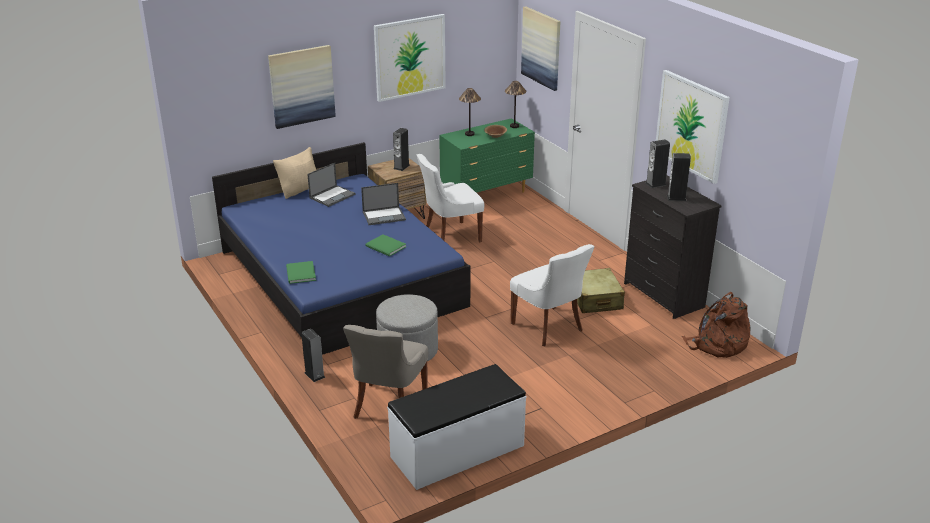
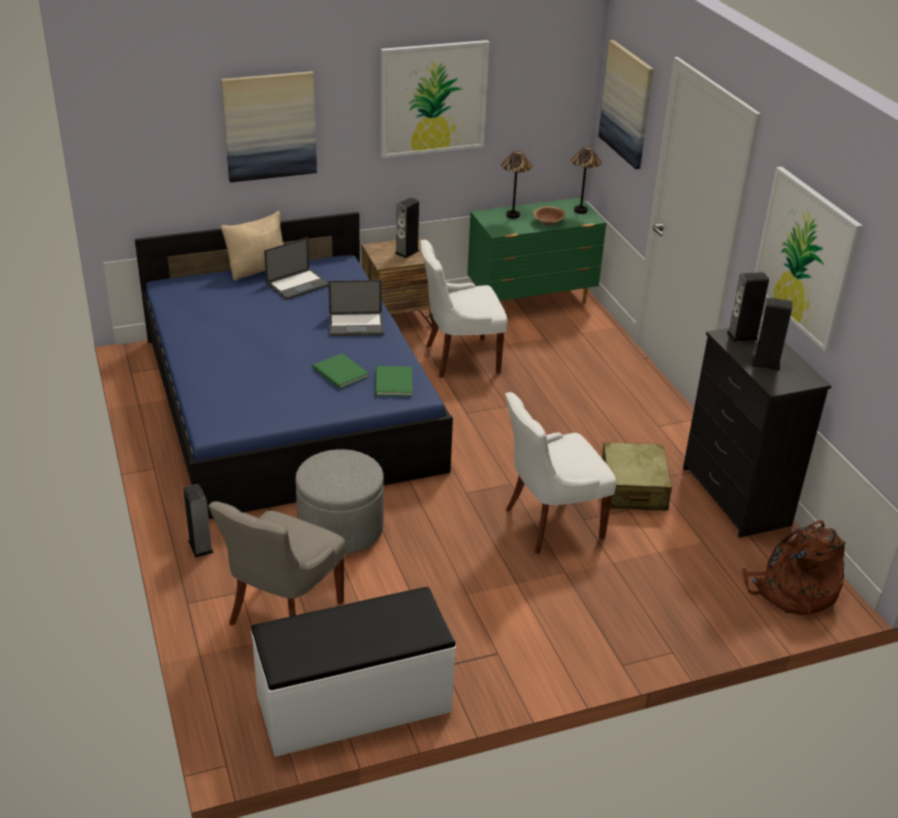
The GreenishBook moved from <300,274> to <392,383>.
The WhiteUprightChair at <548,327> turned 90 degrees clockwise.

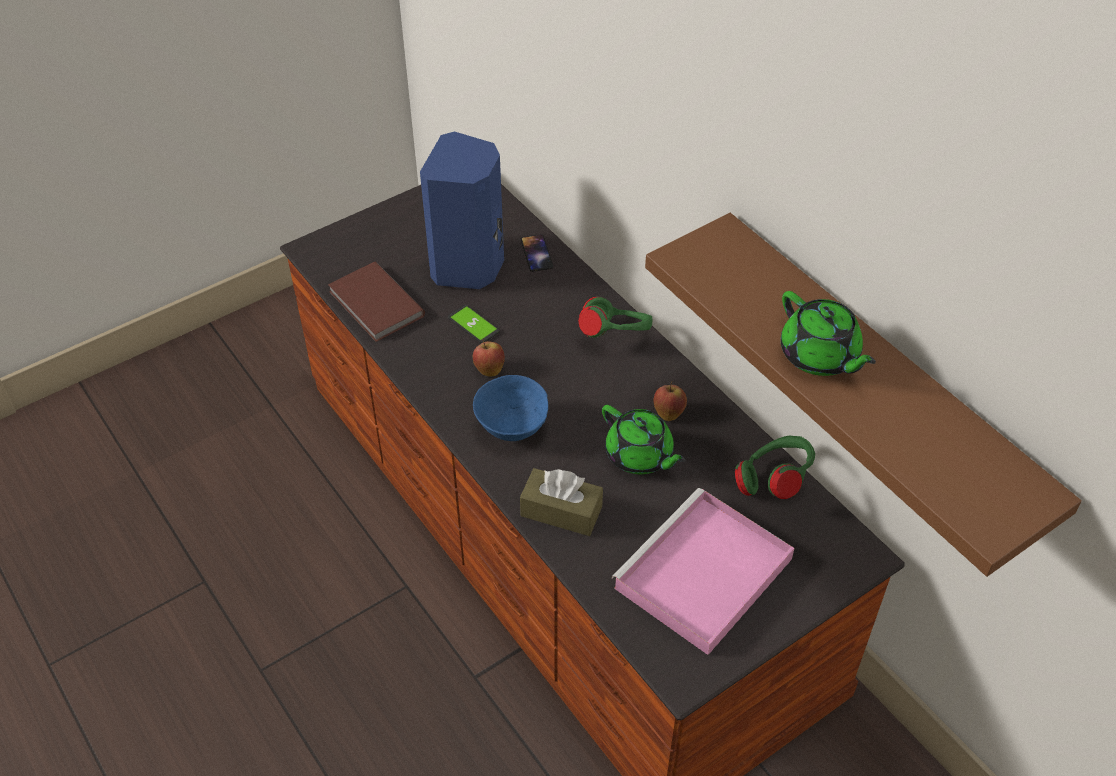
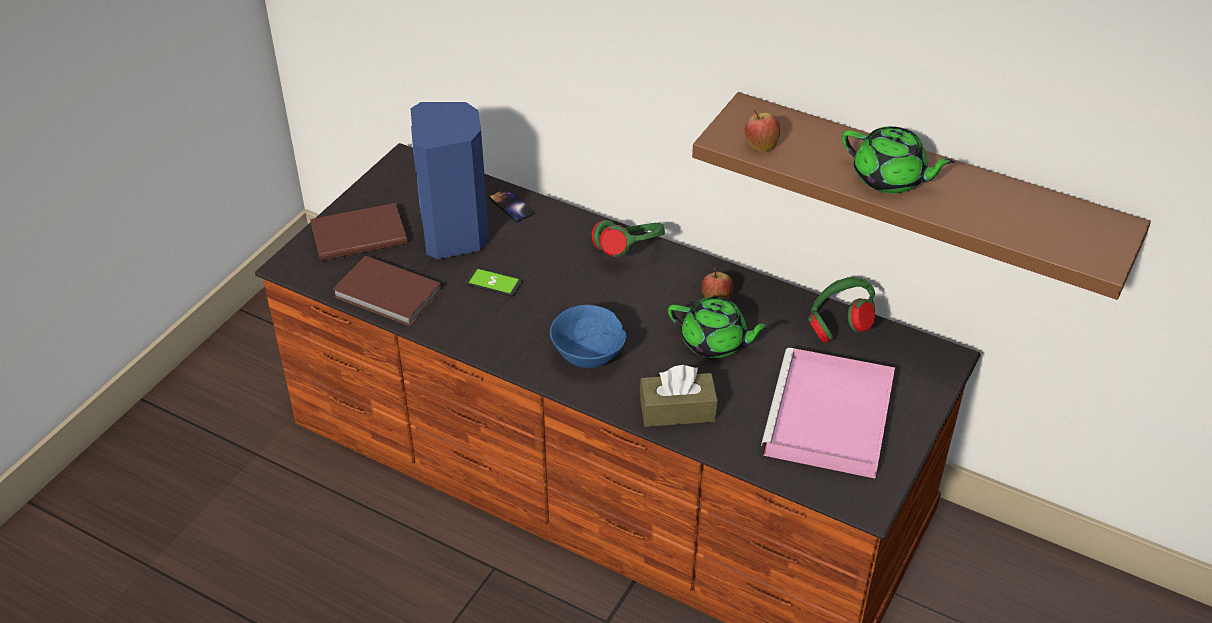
The BrownBook at <357,234> appeared.
The WholeApple moved from <489,369> to <760,146>.

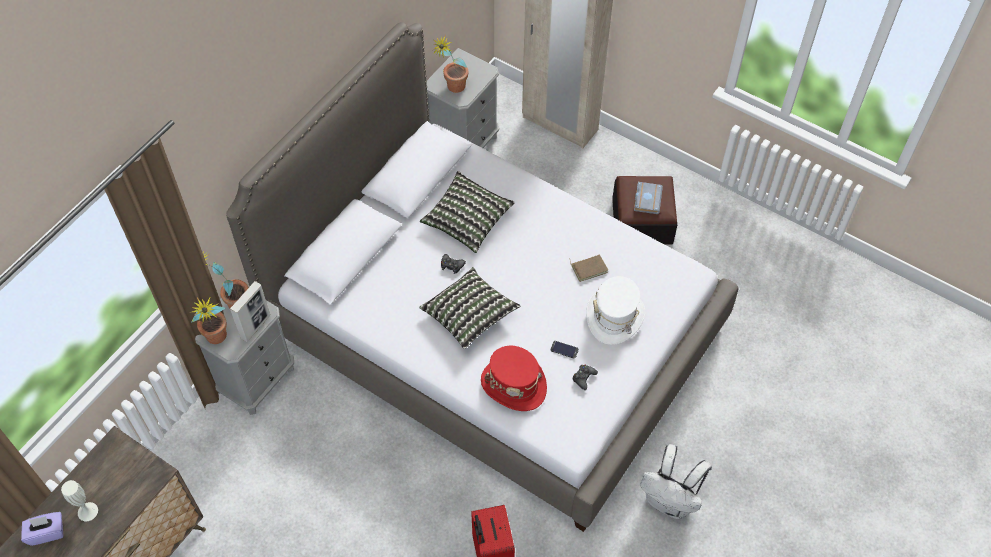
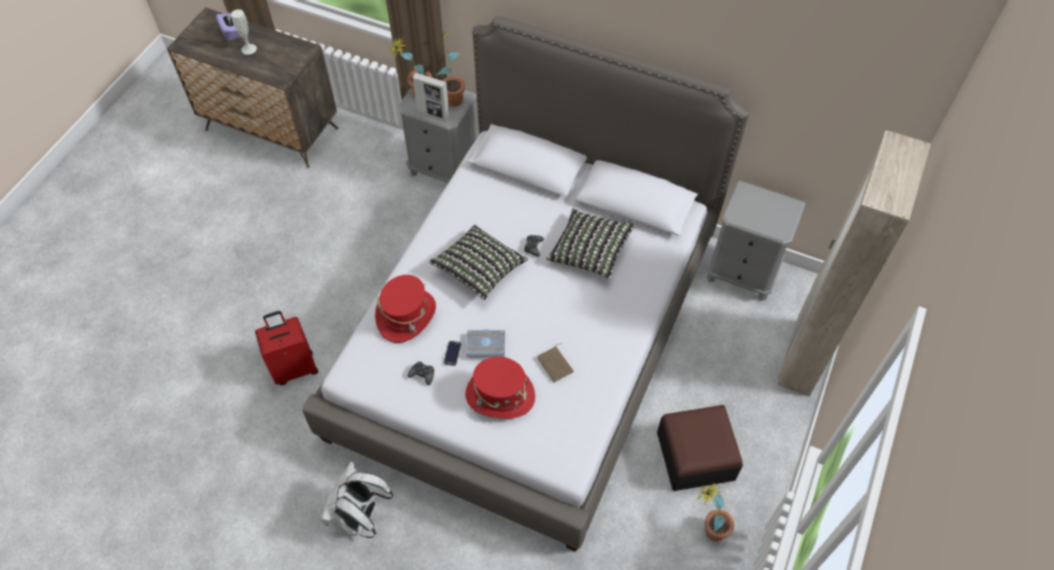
The WhiteWearableHat at <615,317> became the RedColouredWearableHat at <500,395>.
The GreyBook moved from <646,199> to <486,345>.
The Houseplant moved from <452,89> to <709,528>.

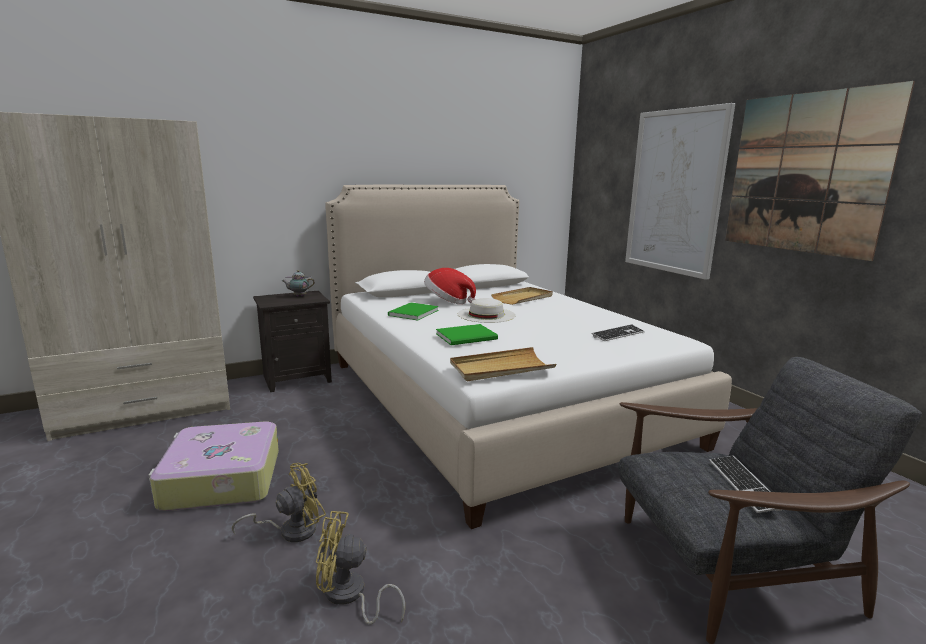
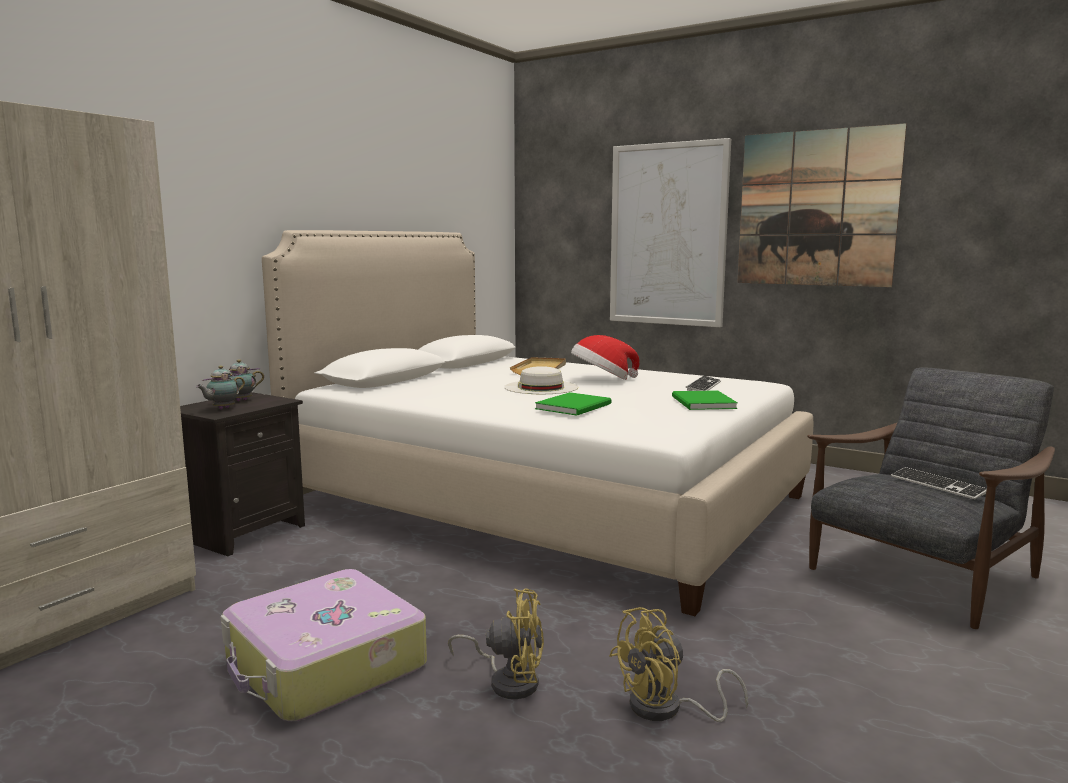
The PotForTea at <222,409> appeared.
The YellowishCoolingFan at <291,530> turned 75 degrees clockwise.
The WearableHat moved from <448,301> to <602,380>.
The GreenishBook moved from <412,313> to <702,403>.
The SandColouredCarryingTray at <501,368> disappeared.

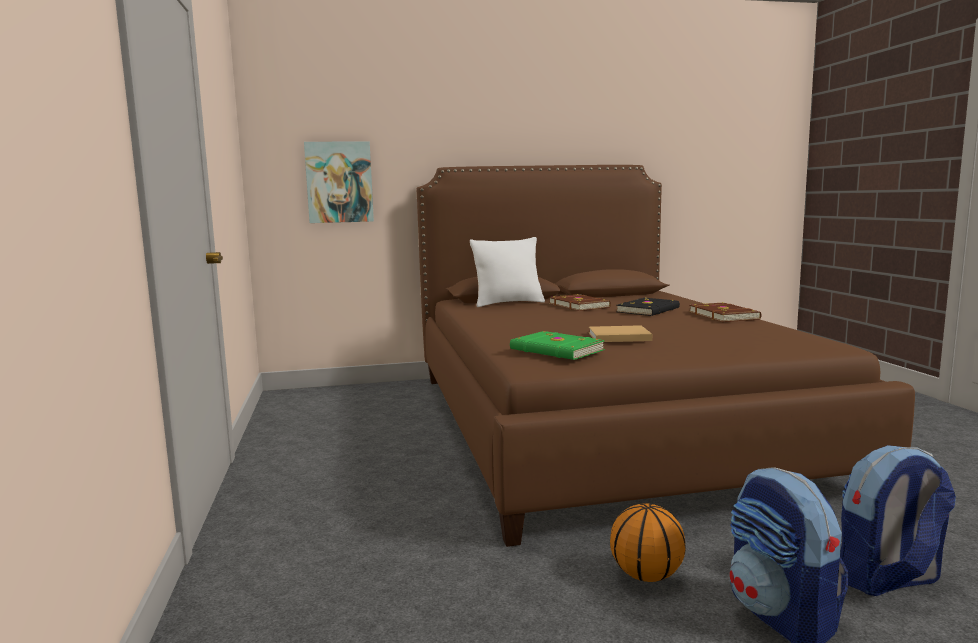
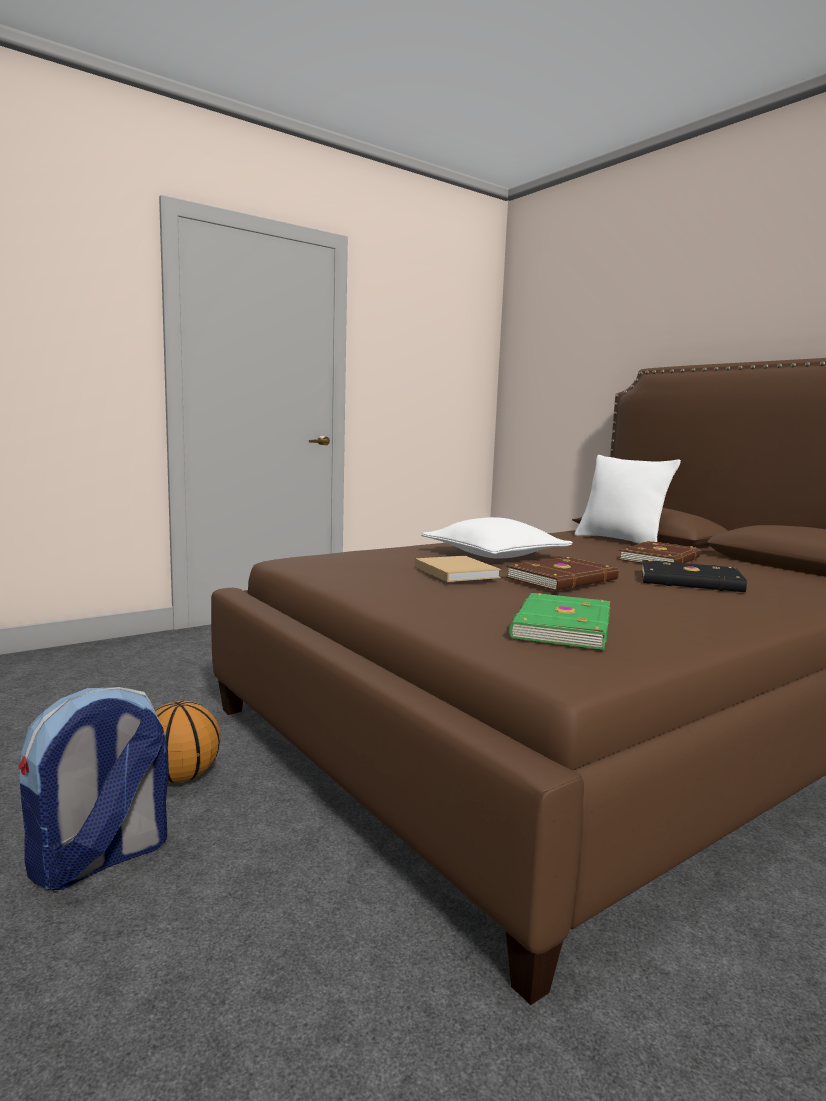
The WhitePillow at <494,555> appeared.
The BrownBook moved from <724,315> to <564,579>.
The GreenishBook moved from <556,350> to <559,626>.
The WallArt at <339,182> disappeared.
The Rucksack at <888,580> disappeared.

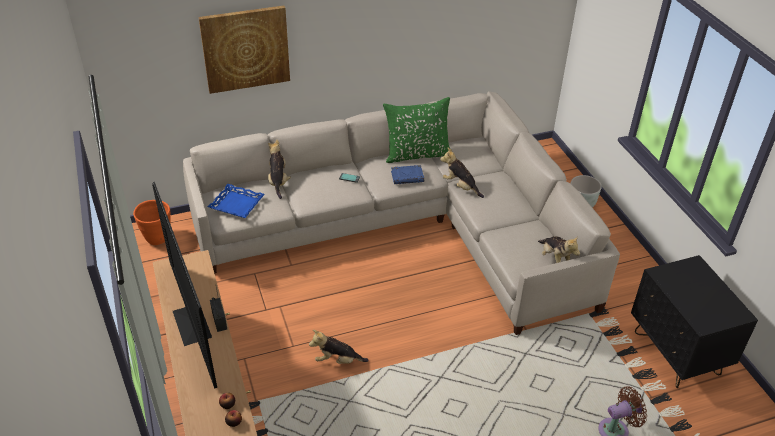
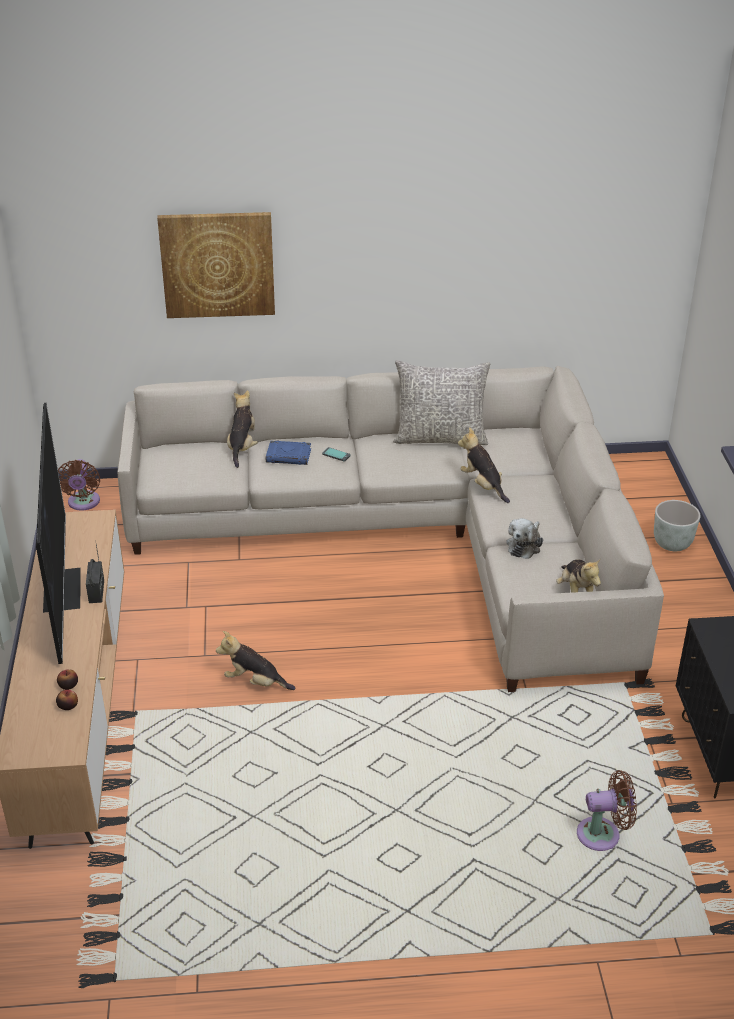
The OrangeFlowerPot at <158,238> was replaced by the BrownCoolingFan at <83,503>.
The BlueColouredBook moved from <407,177> to <289,456>.
The GreenishPillow at <417,154> became the GreyPillow at <440,437>.
The SoftToy at <524,545> appeared.
The BlueColouredCarryingTray at <237,204> disappeared.

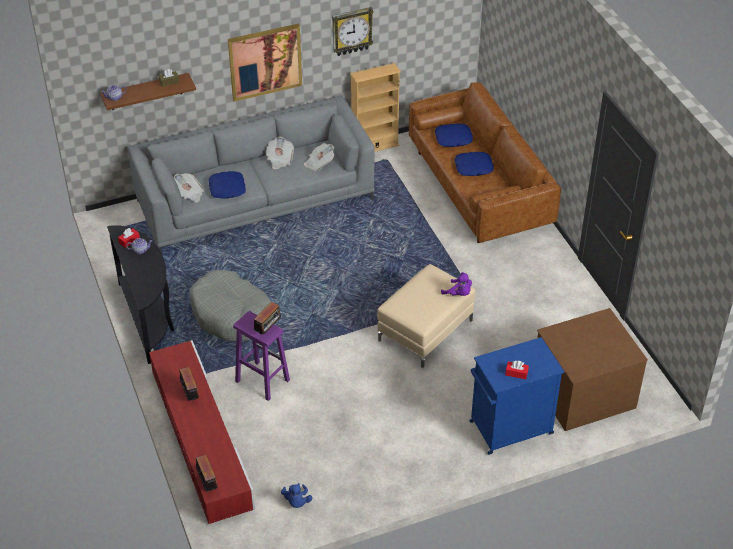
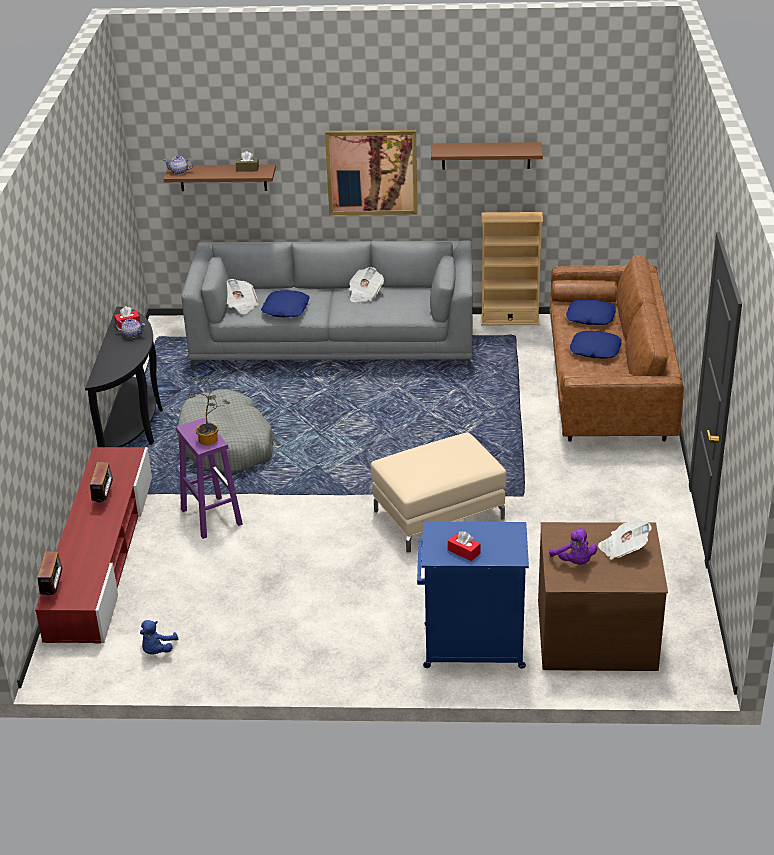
The Radio at <268,329> was replaced by the Houseplant at <211,440>.
The ClockOnTheWall at <351,31> was replaced by the BrownShelf at <486,155>.
The PurpleColouredSoftToy moved from <458,294> to <574,562>.
The DailyPaper moved from <319,163> to <623,549>.

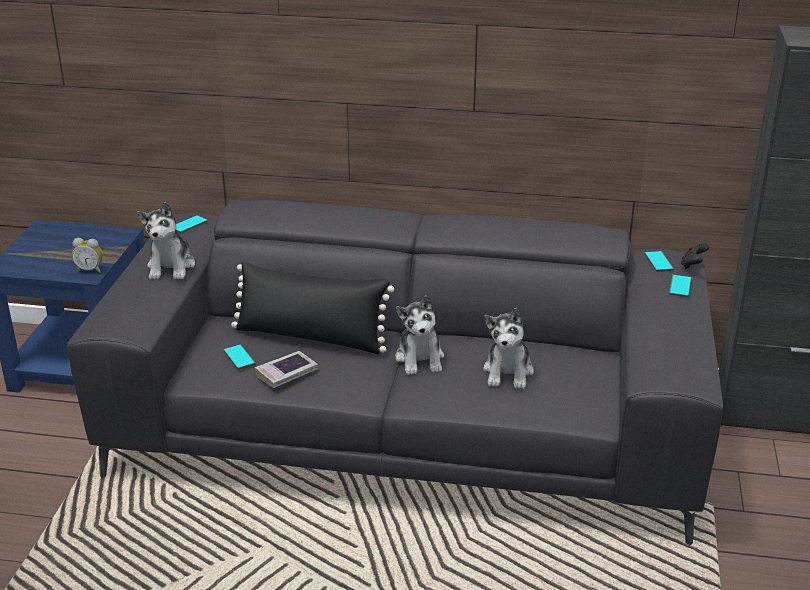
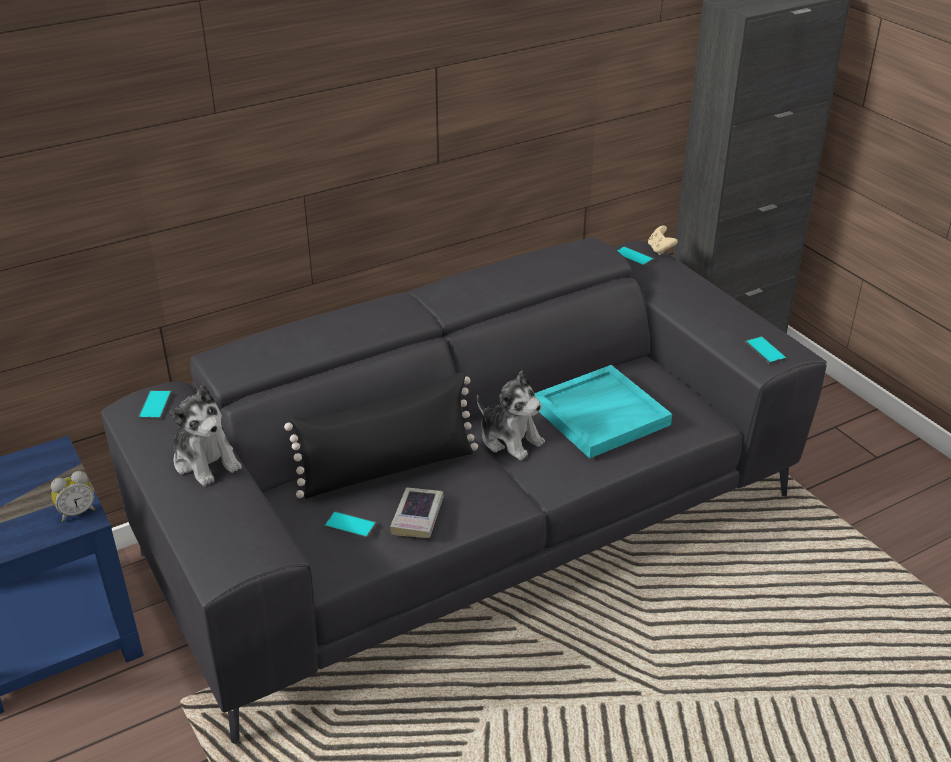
The SoftToy at <508,372> was replaced by the BlueGreenCarryingTray at <600,414>.
The BlackColouredJoypad at <692,265> became the SandColouredJoypad at <660,249>.
The Telephone moved from <680,286> to <765,350>.

